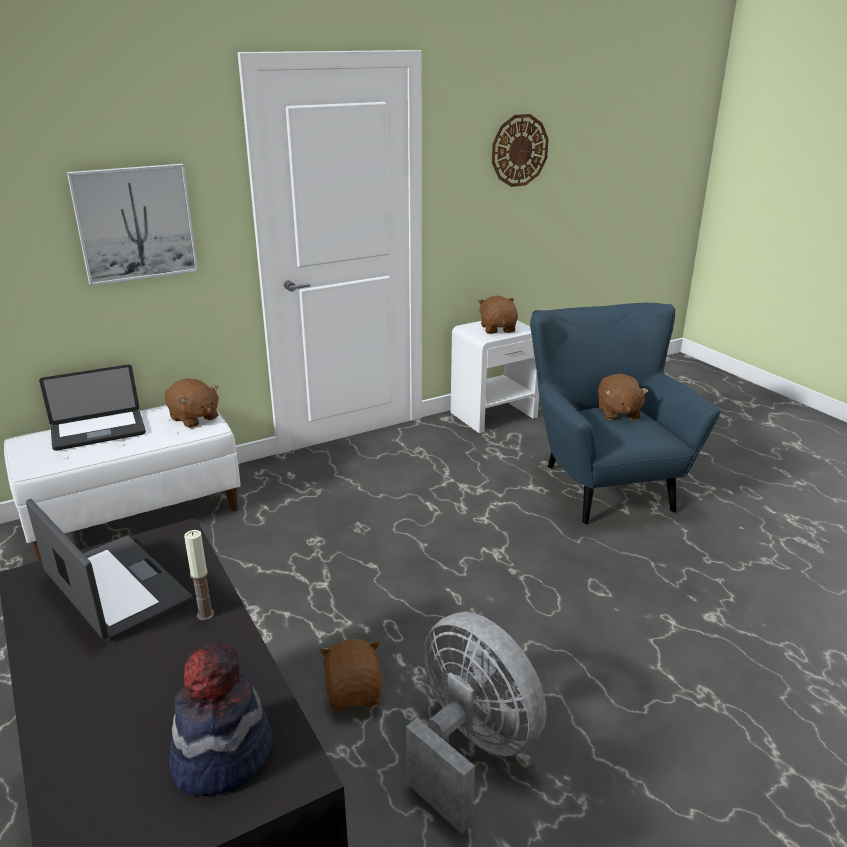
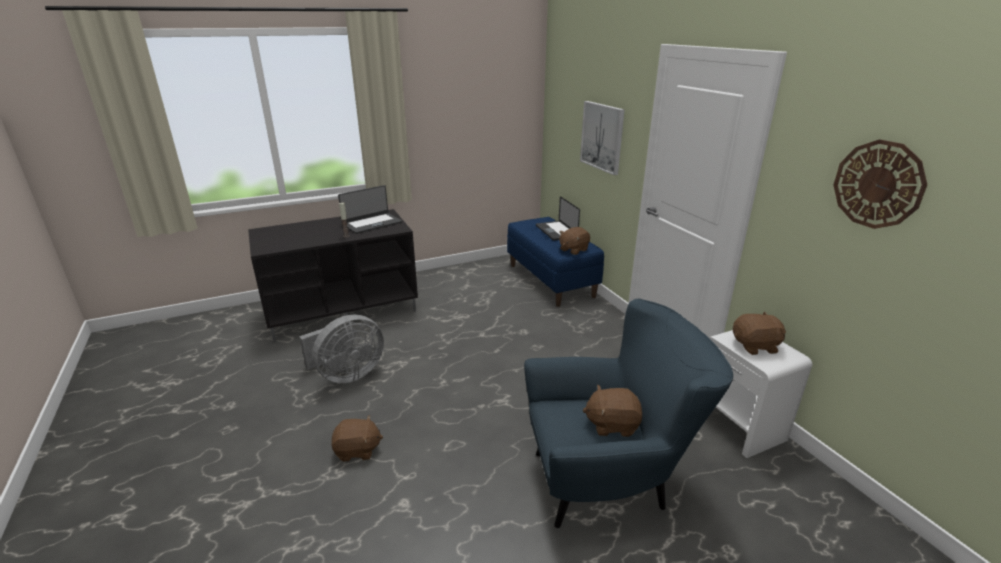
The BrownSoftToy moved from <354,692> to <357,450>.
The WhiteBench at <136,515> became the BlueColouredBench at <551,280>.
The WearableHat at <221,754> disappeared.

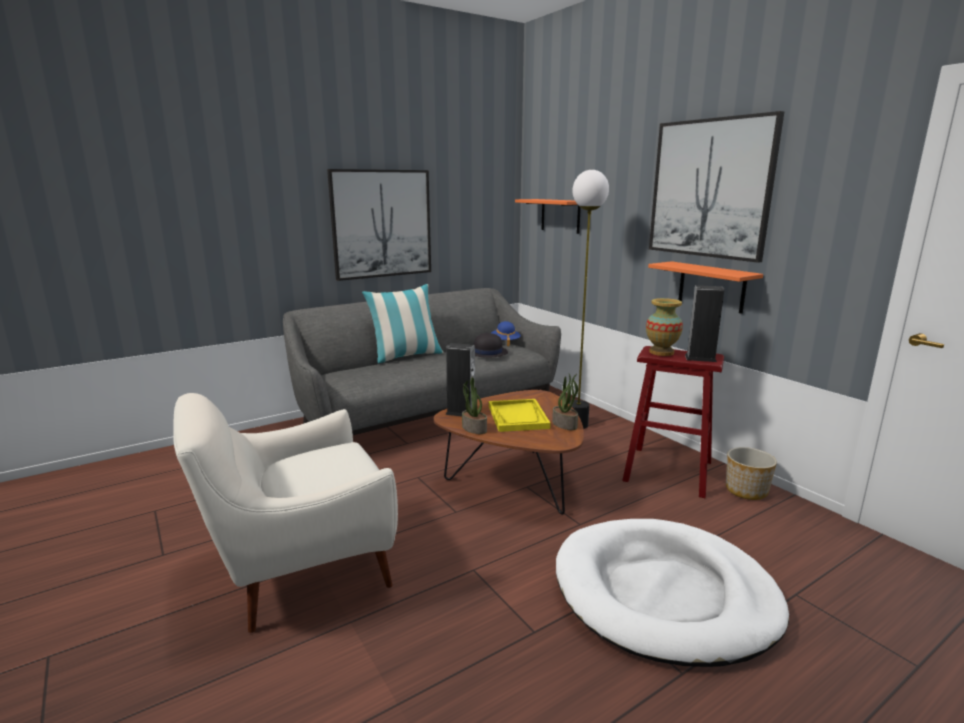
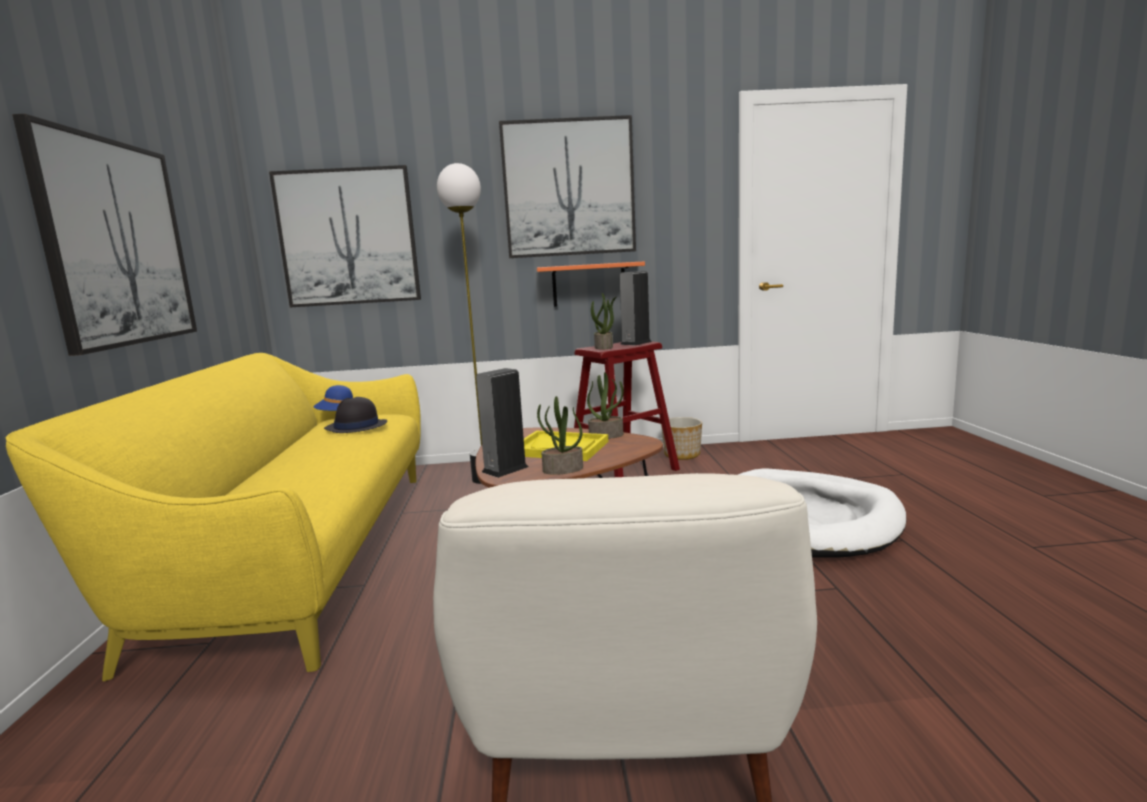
The GreySettee at <426,414> became the YellowishSettee at <299,553>.
The OrangeShelf at <560,215> was replaced by the WallArt at <348,237>.
The DecorativeVase at <661,352> was replaced by the Houseplant at <604,347>.
The Pillow at <406,356> disappeared.

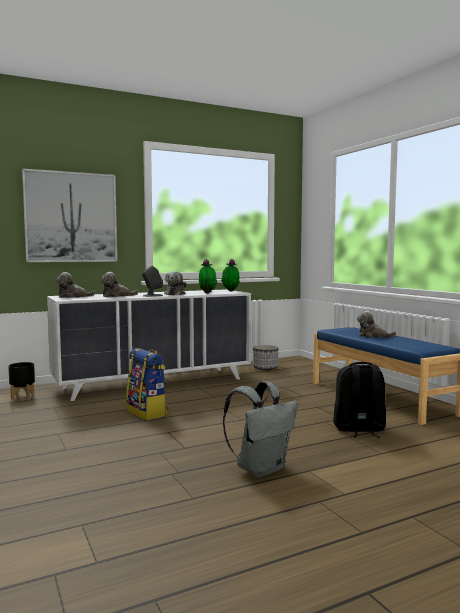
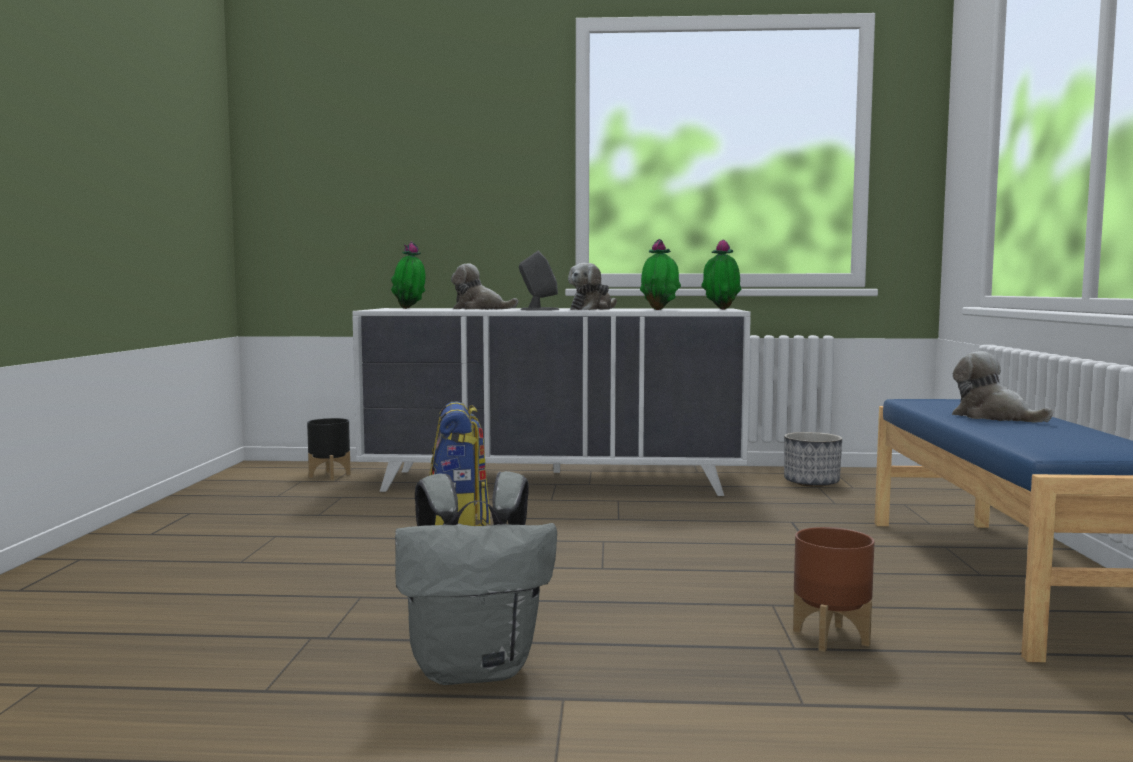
The SoftToy at <73,297> was replaced by the Houseplant at <409,308>.
The BlackColouredRucksack at <359,429> was replaced by the BrownFlowerPot at <829,638>.
The WallArt at <71,217> disappeared.

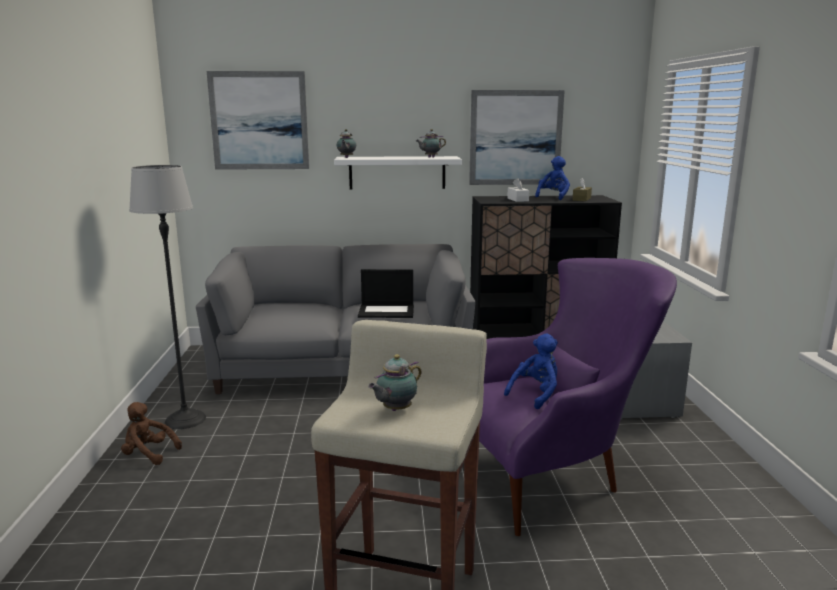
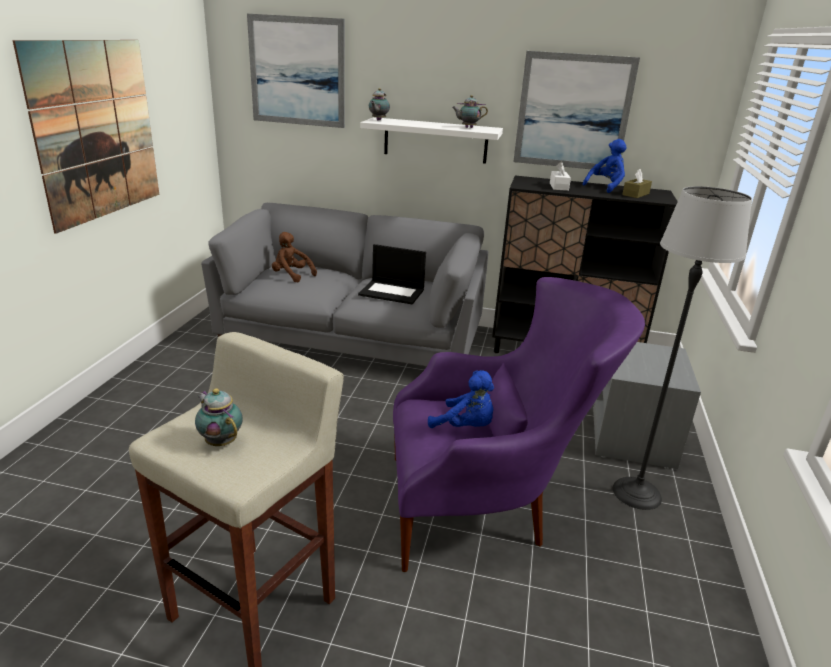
The WallArt at <96,130> appeared.
The PotForTea at <395,409> turned 75 degrees clockwise.
The BrownSoftToy moved from <148,454> to <291,275>.
The BlueColouredSoftToy at <536,394> turned 60 degrees clockwise.
The StandingLamp moved from <185,419> to <637,493>.

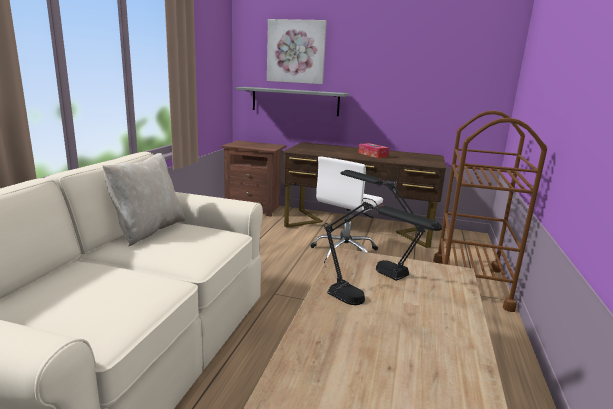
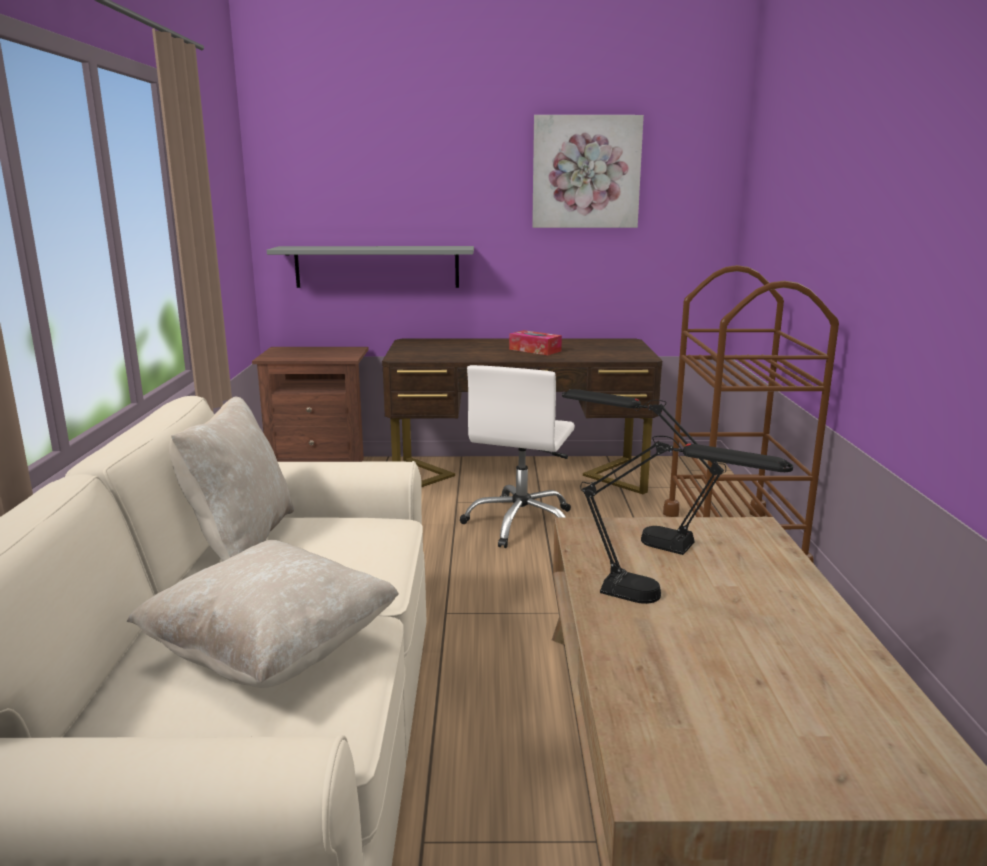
The SandColouredPillow at <273,652> appeared.
The WallArt moved from <296,51> to <586,172>.

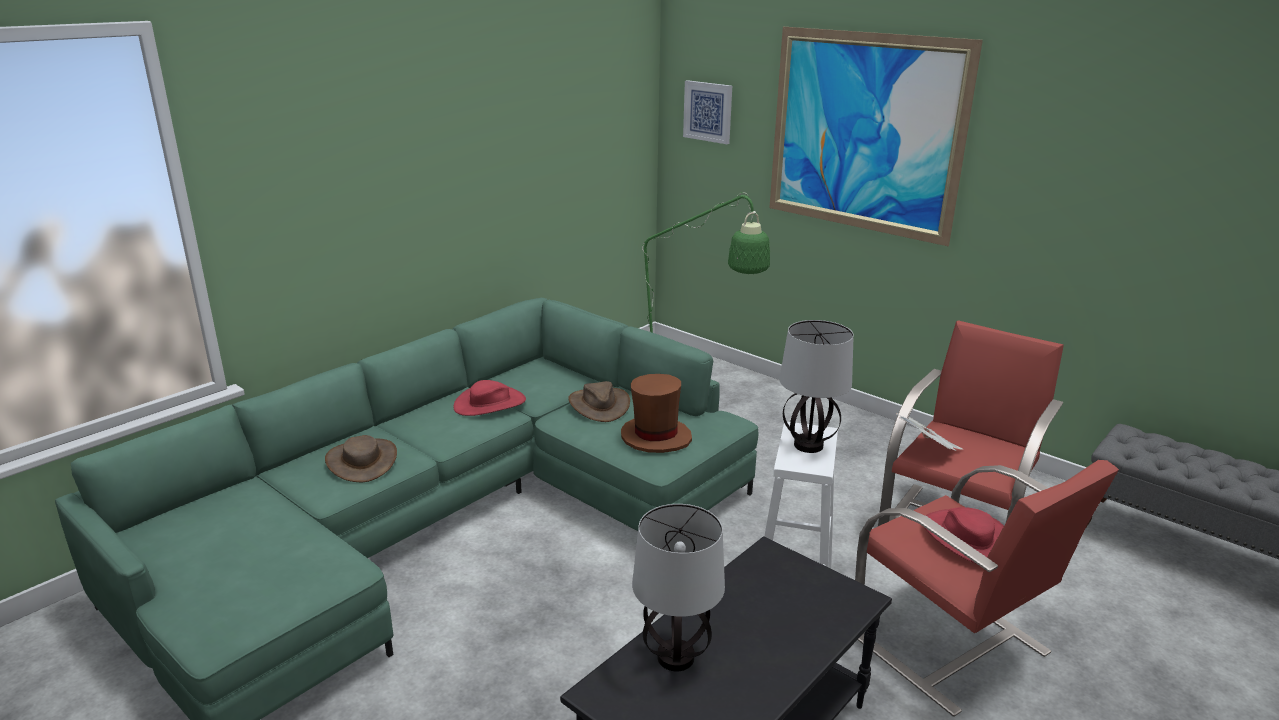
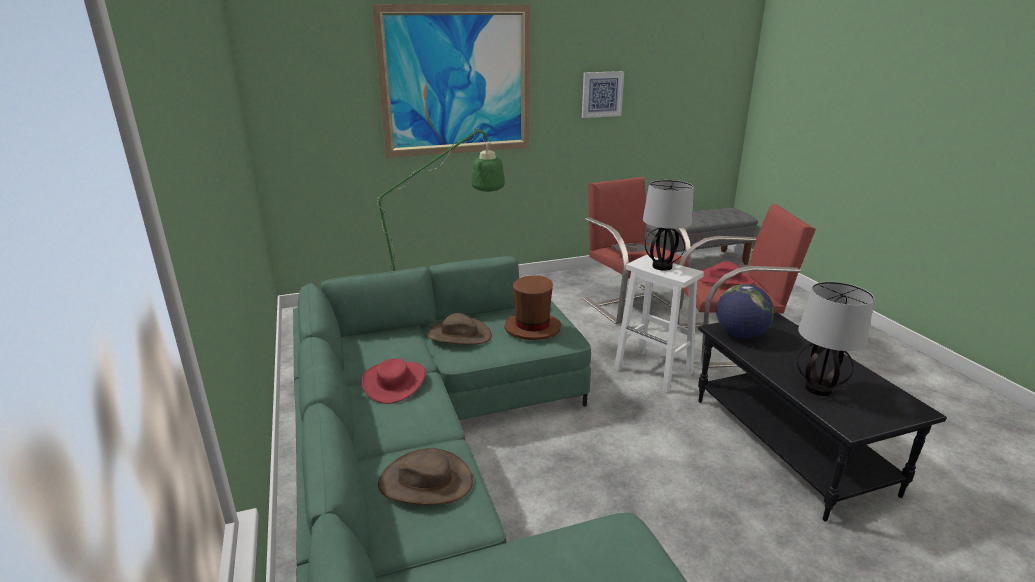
The WallArt moved from <708,111> to <602,94>.
The DeskGlobe at <740,335> appeared.

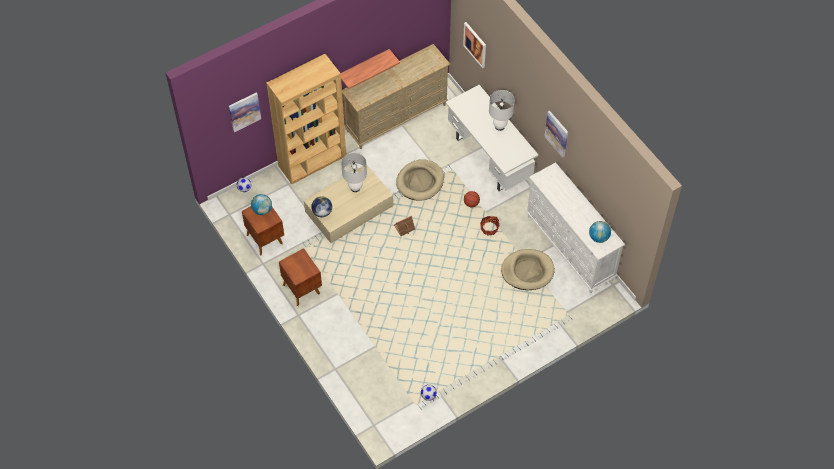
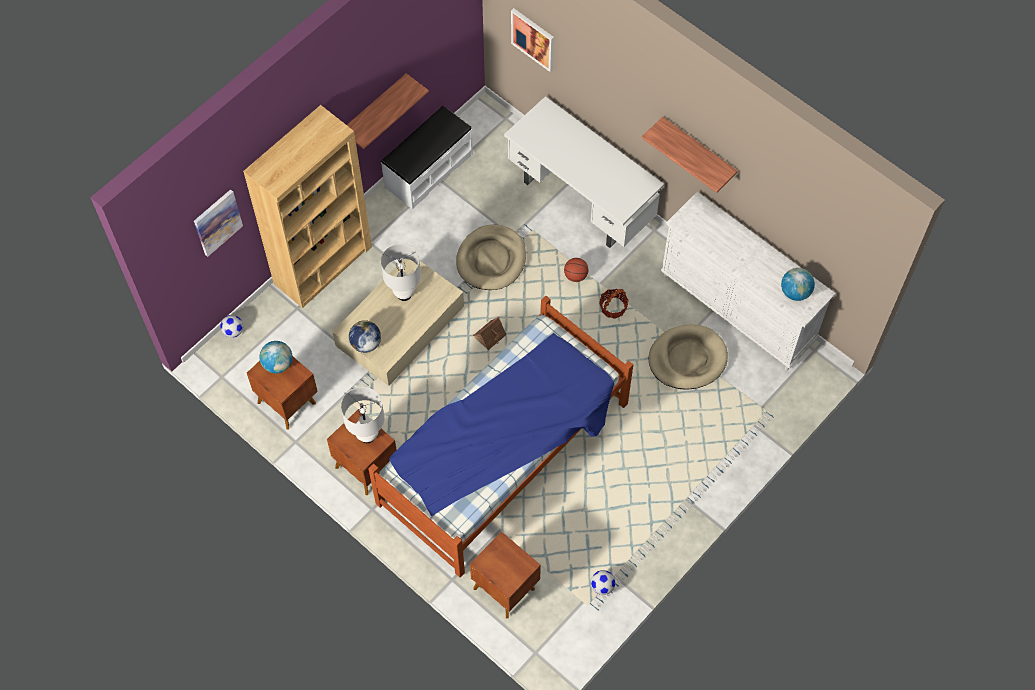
The WhiteTabletopLamp moved from <499,126> to <367,436>.
The SleepingBed at <504,453> appeared.
The SandColouredDrawerChest at <396,118> was replaced by the WhiteBench at <428,170>.
The BrownNightTable at <504,587> appeared.
The WallArt at <557,133> was replaced by the Shelf at <698,150>.

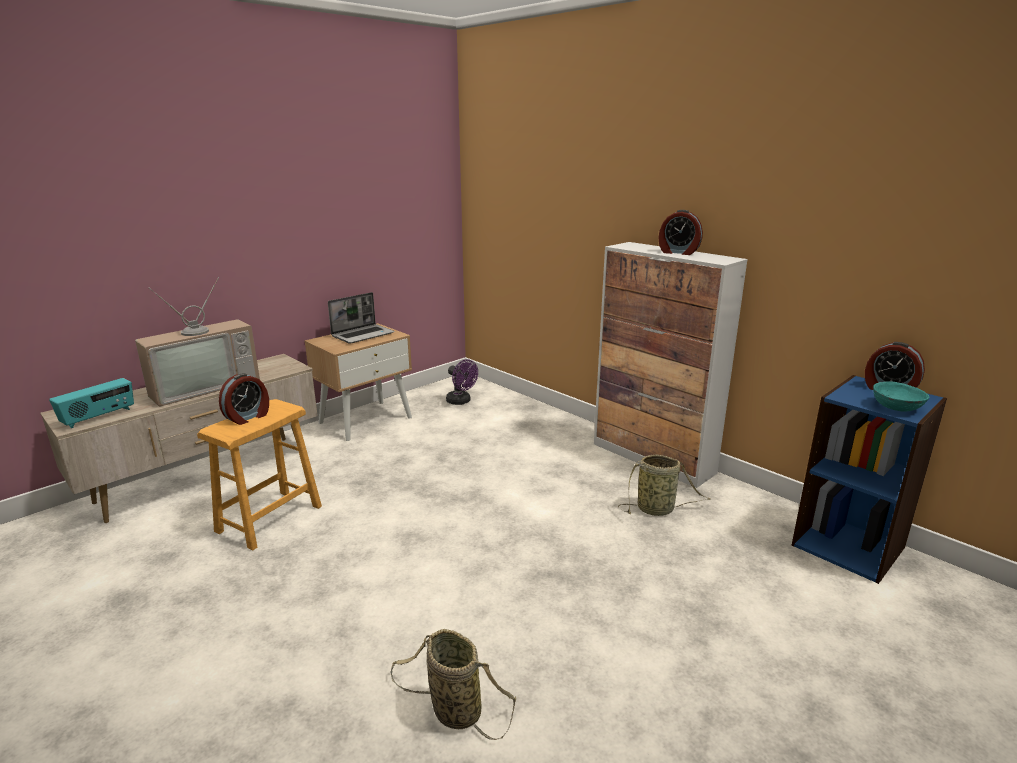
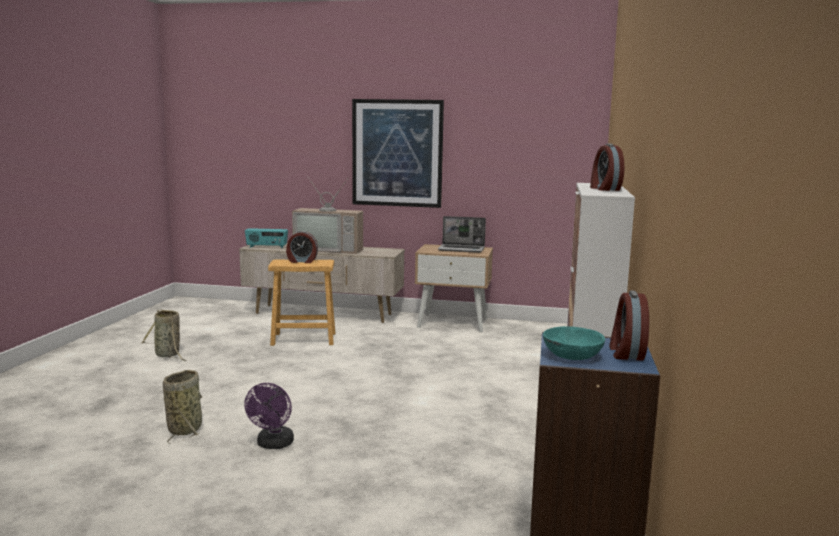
The Basket moved from <658,509> to <168,355>.
The PurpleColouredCoolingFan moved from <461,401> to <273,445>.
The WallArt at <397,153> appeared.

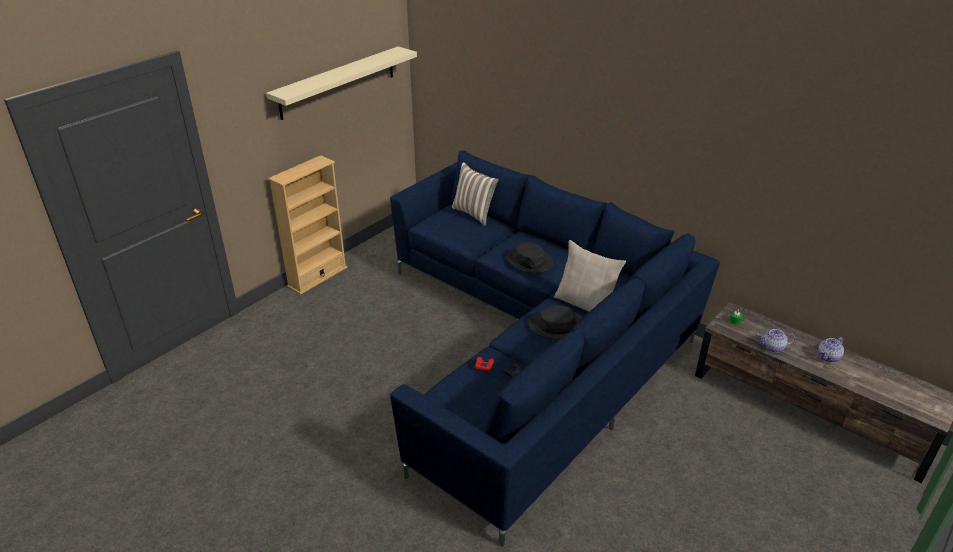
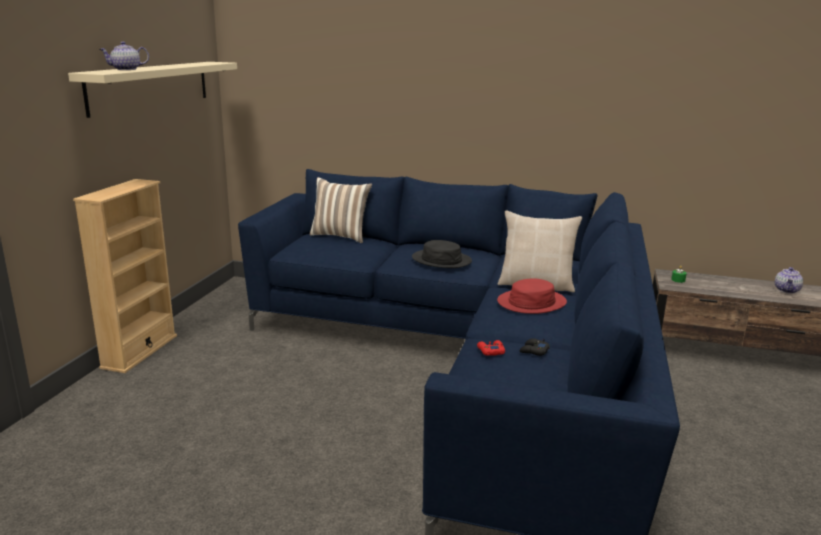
The PotForTea moved from <772,348> to <126,69>.
The BlackColouredWearableHat at <557,325> became the RedColouredWearableHat at <531,302>.

